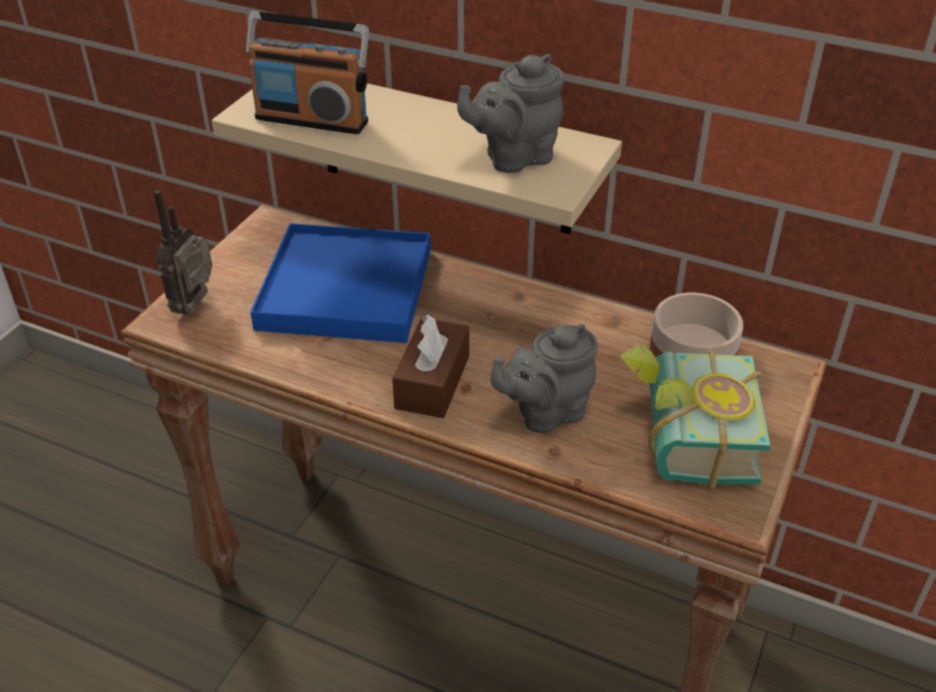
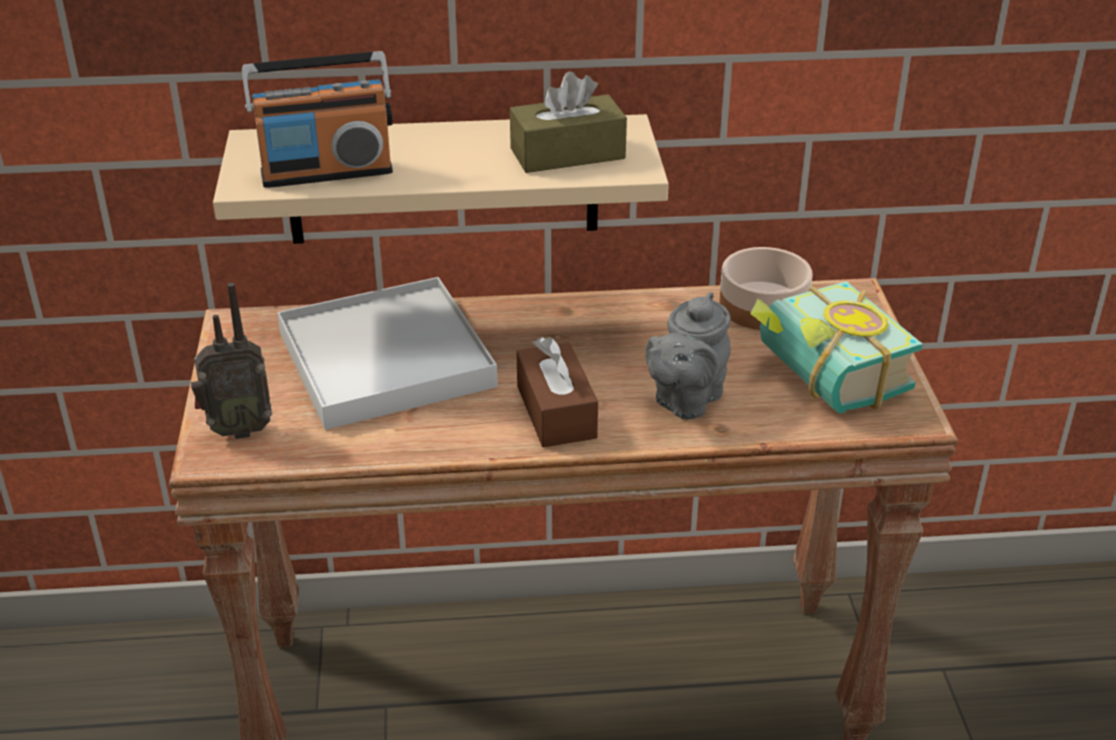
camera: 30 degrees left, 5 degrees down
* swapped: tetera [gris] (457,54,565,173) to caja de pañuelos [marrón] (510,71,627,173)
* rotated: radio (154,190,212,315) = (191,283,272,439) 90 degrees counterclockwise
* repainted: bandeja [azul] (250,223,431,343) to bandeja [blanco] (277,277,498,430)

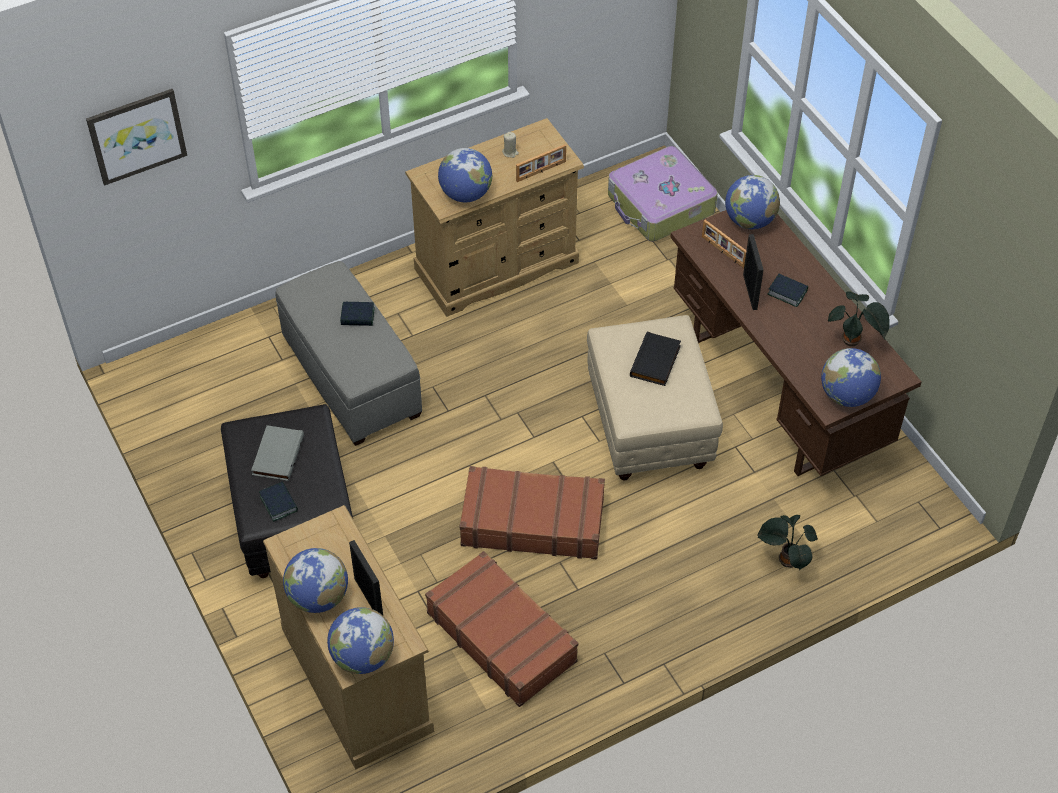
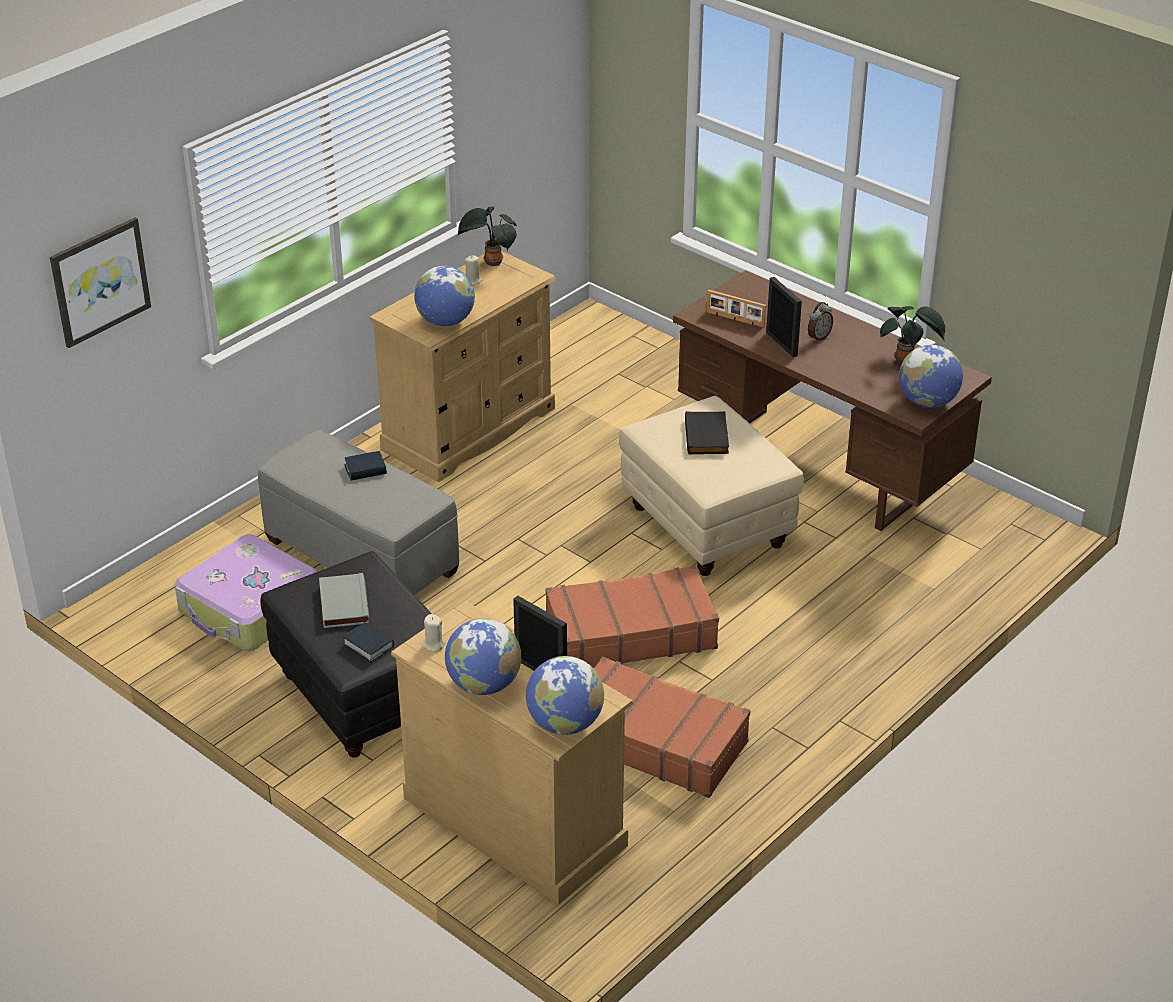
camera: 20 degrees left, 15 degrees down
* gone: portarretratos (516,144,566,182)
* shifted: maleta (608,146,718,241) to (175,534,318,651)
* gone: globo terráqueo (725,175,780,229)
* swapped: libro (768,274,808,307) to despertador (808,302,833,342)
* shifted: planta en maceta (758,515,818,571) to (458,206,517,266)
* new: vela [beis] (422,614,445,652)

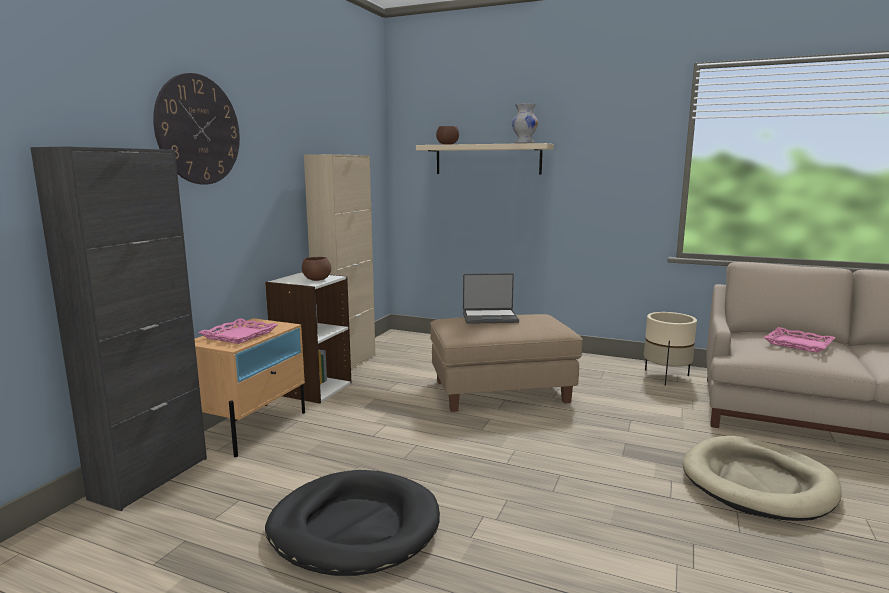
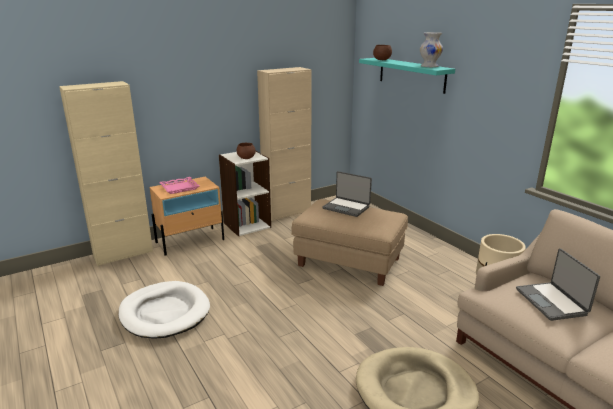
camera: 35 degrees right, 10 degrees up
* gone: reloj de pared (153,73,240,185)
* repainted: estante [beis] (416,143,554,175) to estante [turquesa] (359,58,455,94)
* repainted: armario [negro] (30,146,207,511) to armario [beis] (59,81,153,266)
* swapped: bandeja [rosa] (764,327,835,353) to portátil (516,248,600,321)
* repainted: cama para perro [negro] (265,470,440,576) to cama para perro [blanco] (119,281,210,339)

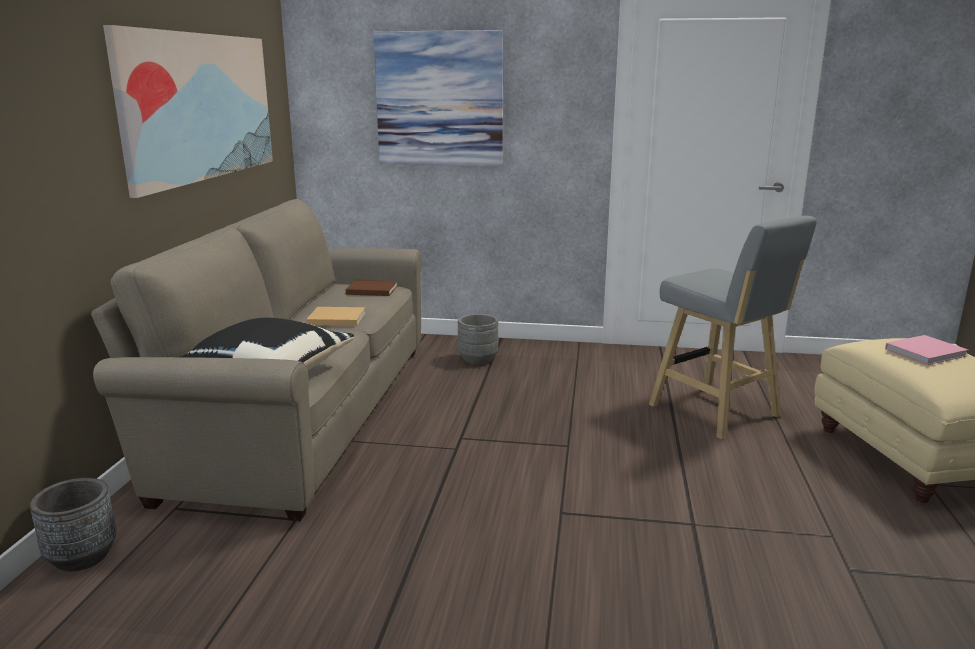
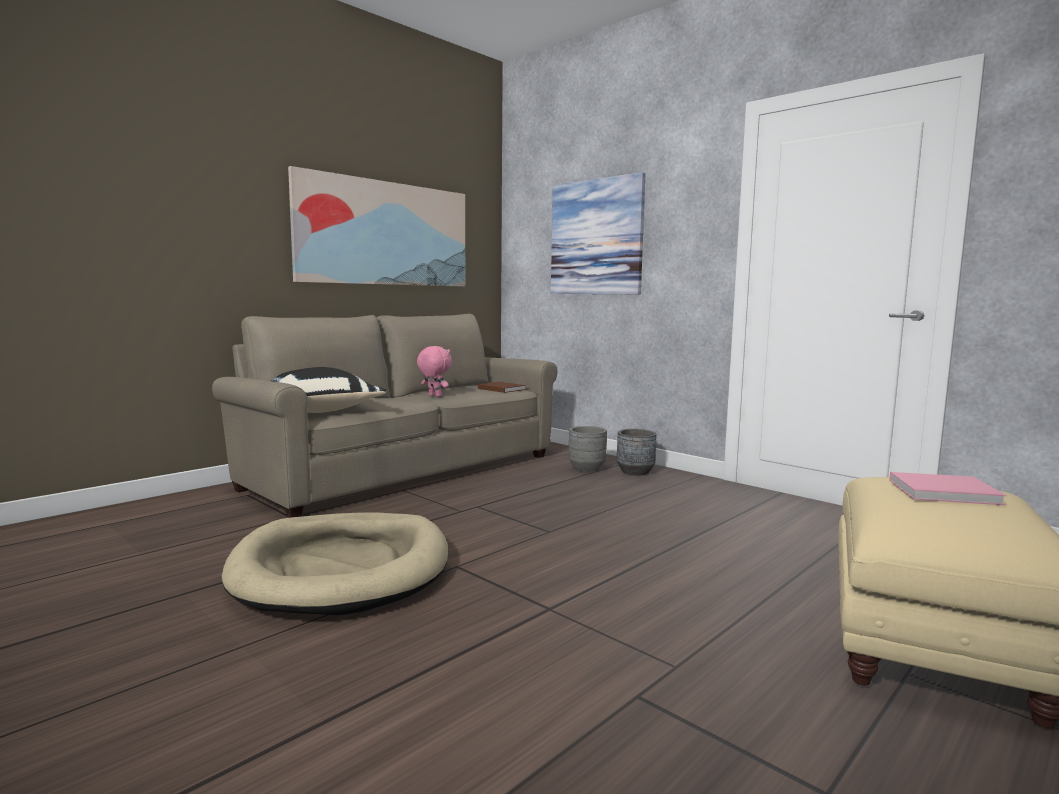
camera: 35 degrees right, 10 degrees down
* gone: taburete [gris] (649,216,817,439)
* swapped: libro [beis] (306,307,366,326) to peluche [rosa] (417,346,452,397)
* shifted: maceta [gris] (30,478,116,571) to (617,429,657,475)
* new: cama para perro [beis] (222,513,448,615)

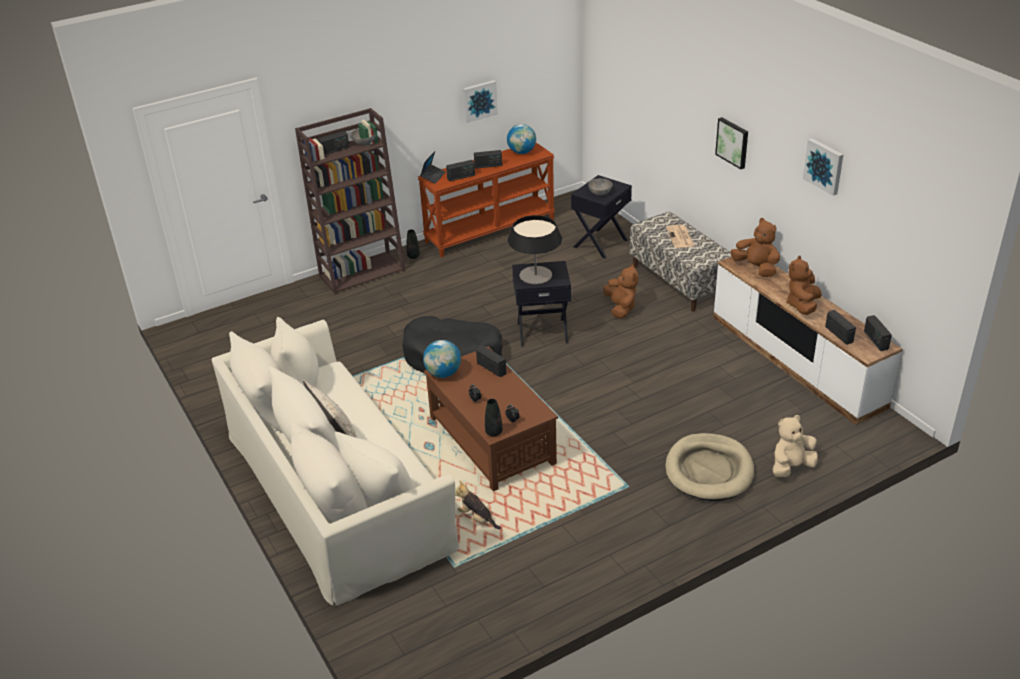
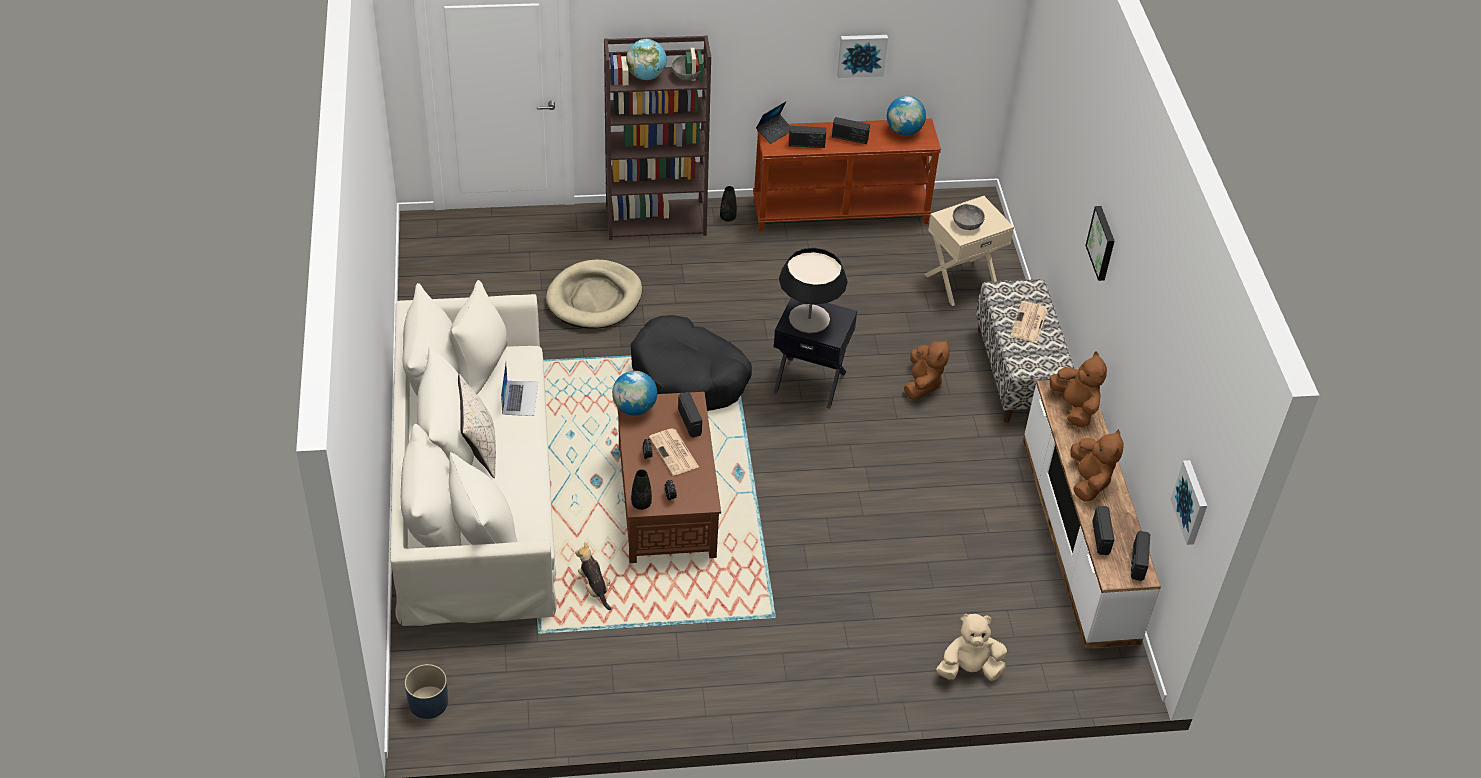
camera: 20 degrees right, 10 degrees up
* swapped: radio (318,131,349,155) to globo terráqueo (626,39,667,80)
* shifted: cuadro (803,138,843,196) to (1170,460,1207,545)
* repainted: mesa auxiliar [negro] (571,175,632,259) to mesa auxiliar [beis] (925,196,1014,306)
* rotated: peluche [marrón] (786,256,822,315) = (1071,429,1124,502) 135 degrees clockwise
* shifted: cama para perro [beis] (665,433,754,501) to (546,259,642,328)
* new: portátil (501,362,538,416)
* new: periódico (649,429,699,476)
* new: maceta [azul] (405,664,448,719)

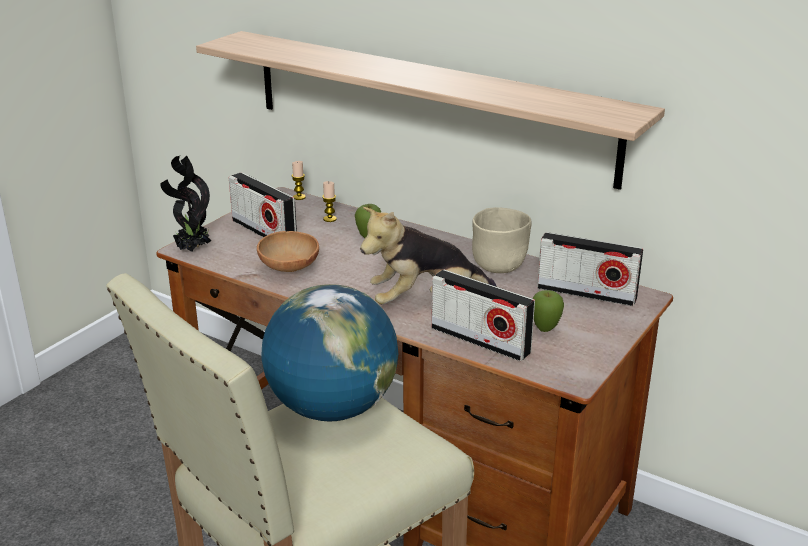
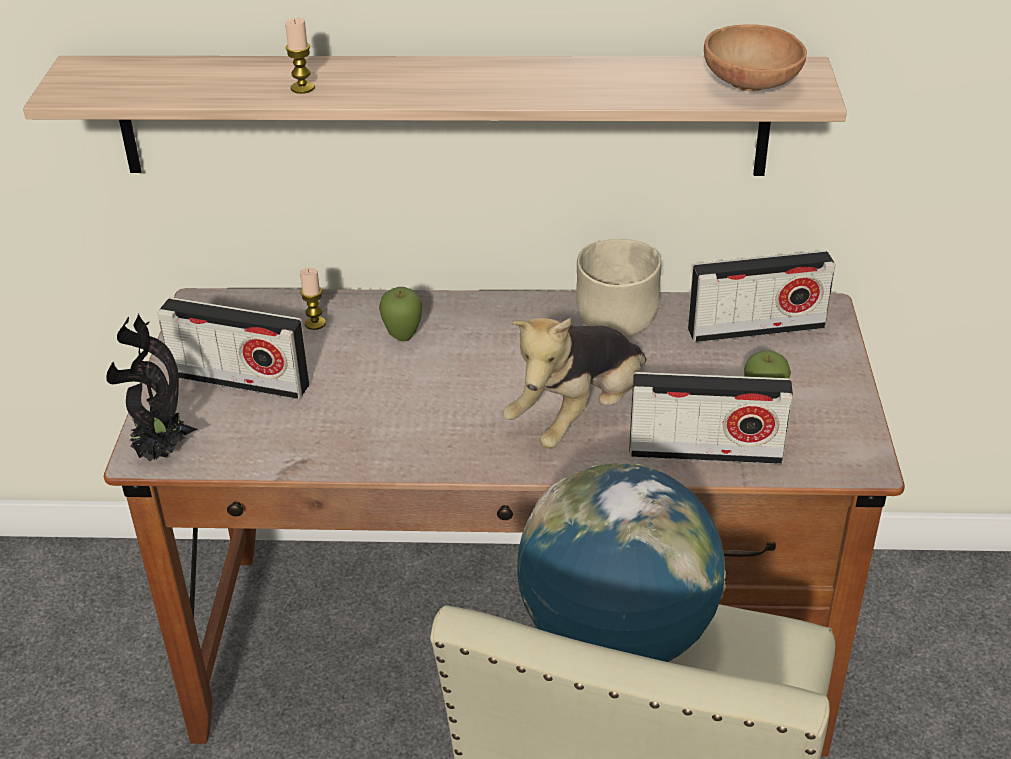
camera: 30 degrees left, 10 degrees up
* shifted: vela (292,161,306,200) to (285,18,315,94)
* shifted: cuenco [marrón] (257,231,319,272) to (704,24,807,91)

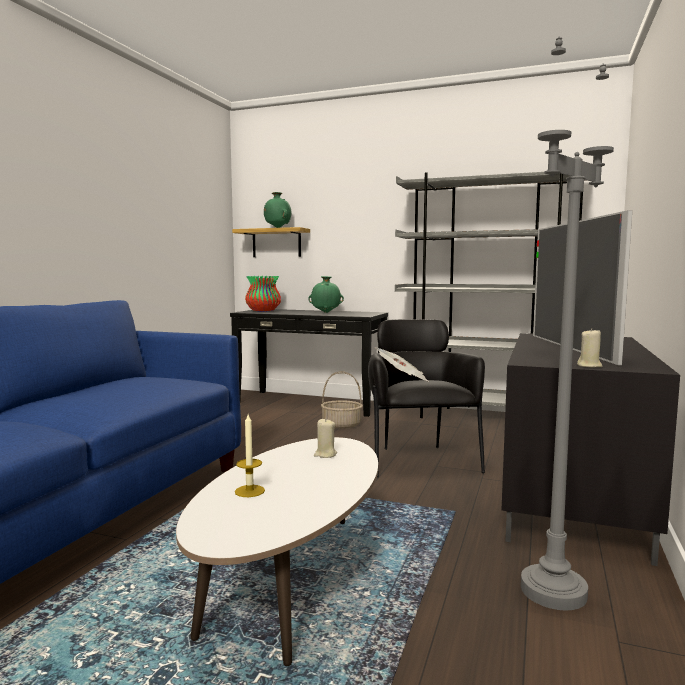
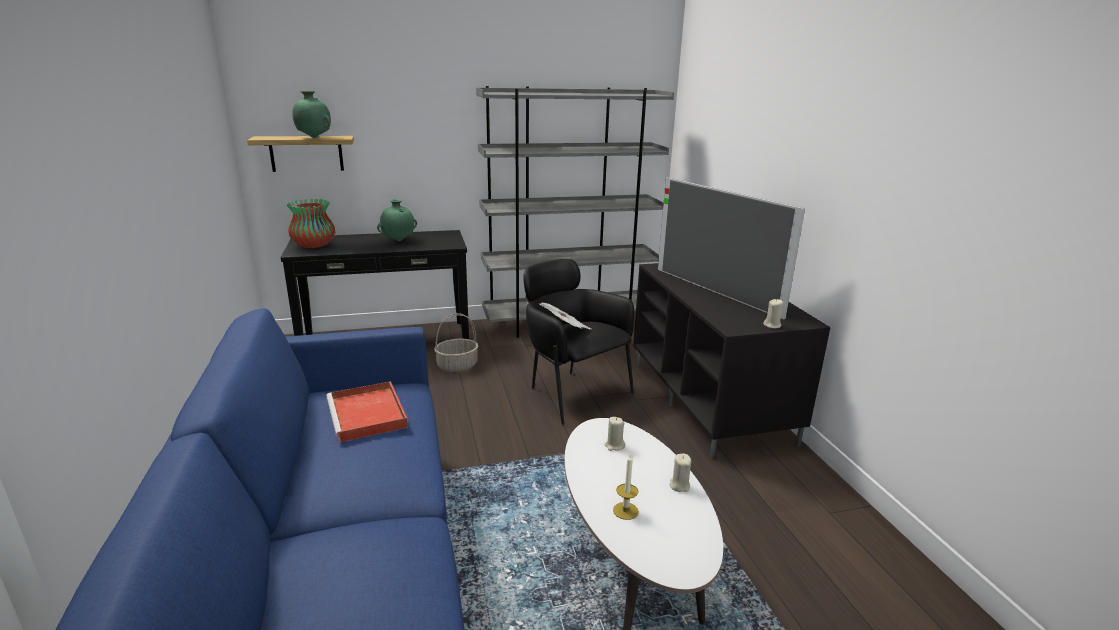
camera: 35 degrees left, 15 degrees up
* gone: lámpara de pie [gris] (521,36,614,611)
* new: bandeja [rojo] (326,381,408,442)
* new: vela [beis] (669,453,691,492)

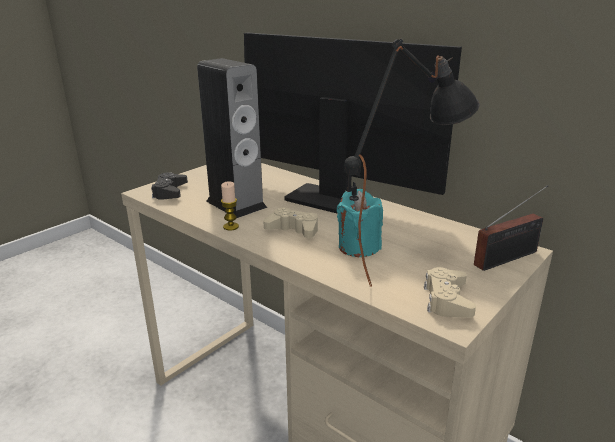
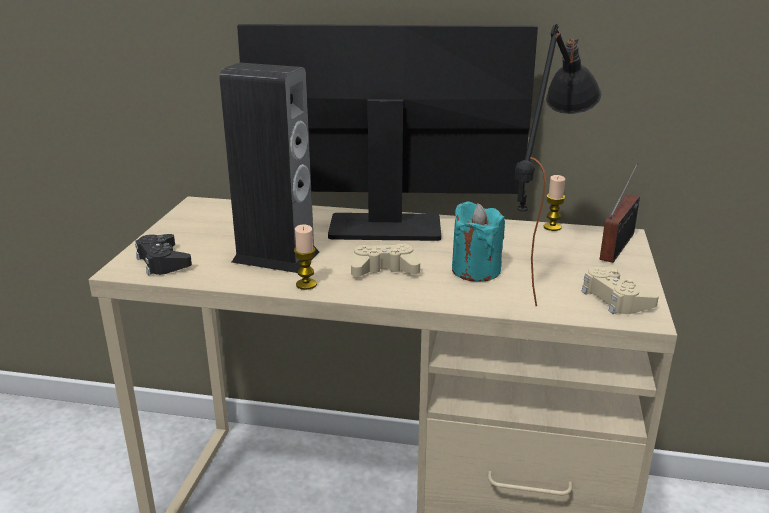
camera: 30 degrees left, 0 degrees up
* new: vela (544,175,565,231)

